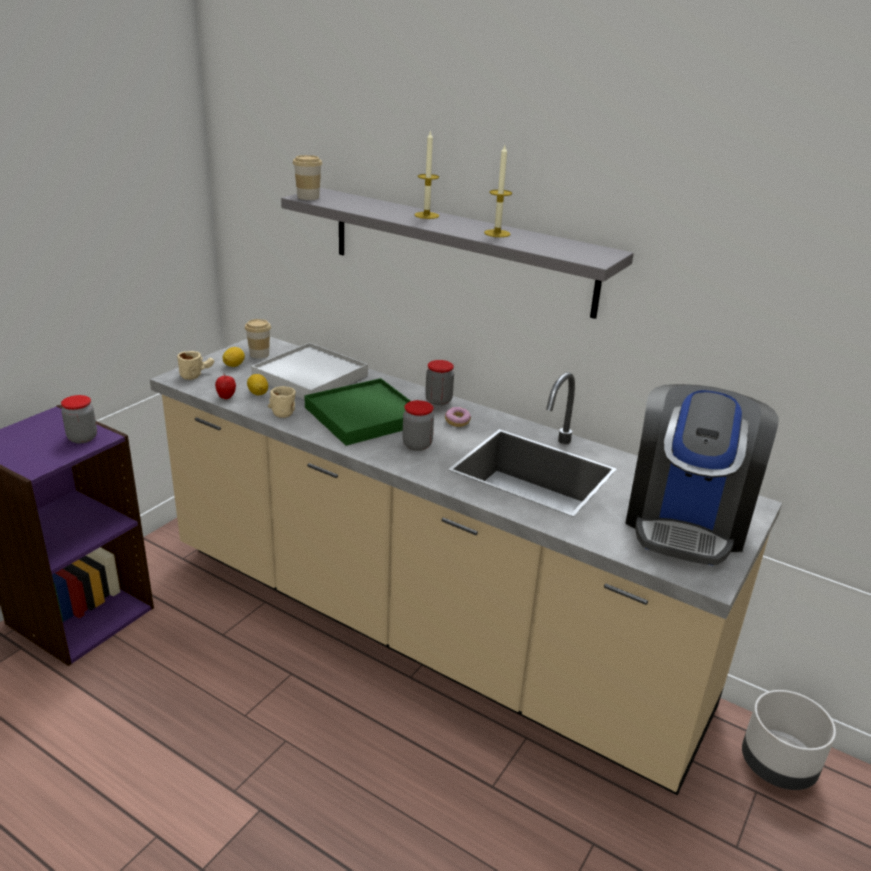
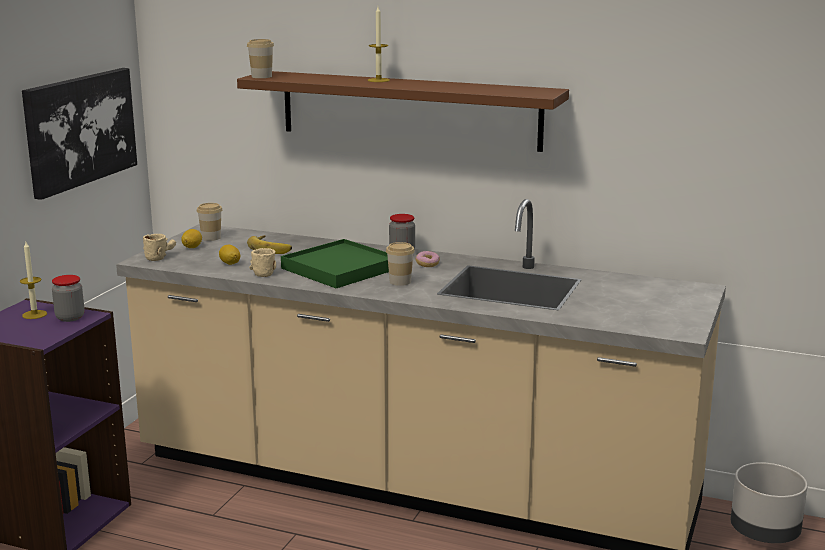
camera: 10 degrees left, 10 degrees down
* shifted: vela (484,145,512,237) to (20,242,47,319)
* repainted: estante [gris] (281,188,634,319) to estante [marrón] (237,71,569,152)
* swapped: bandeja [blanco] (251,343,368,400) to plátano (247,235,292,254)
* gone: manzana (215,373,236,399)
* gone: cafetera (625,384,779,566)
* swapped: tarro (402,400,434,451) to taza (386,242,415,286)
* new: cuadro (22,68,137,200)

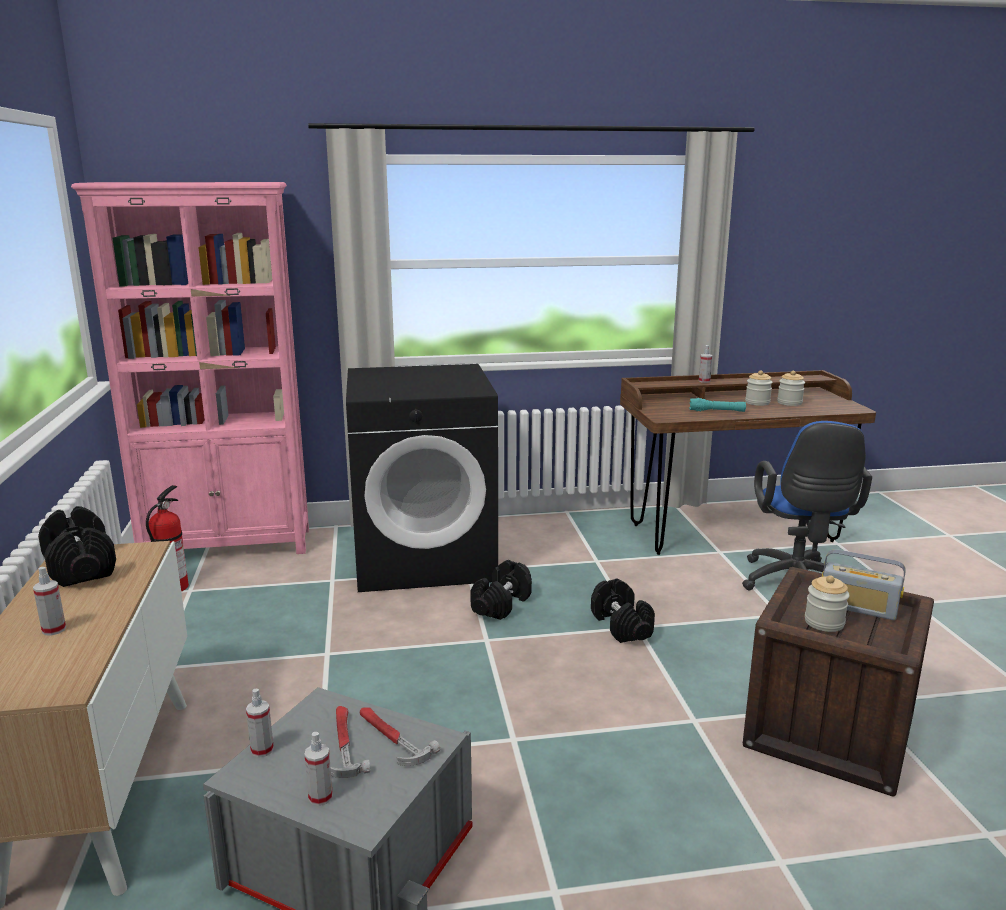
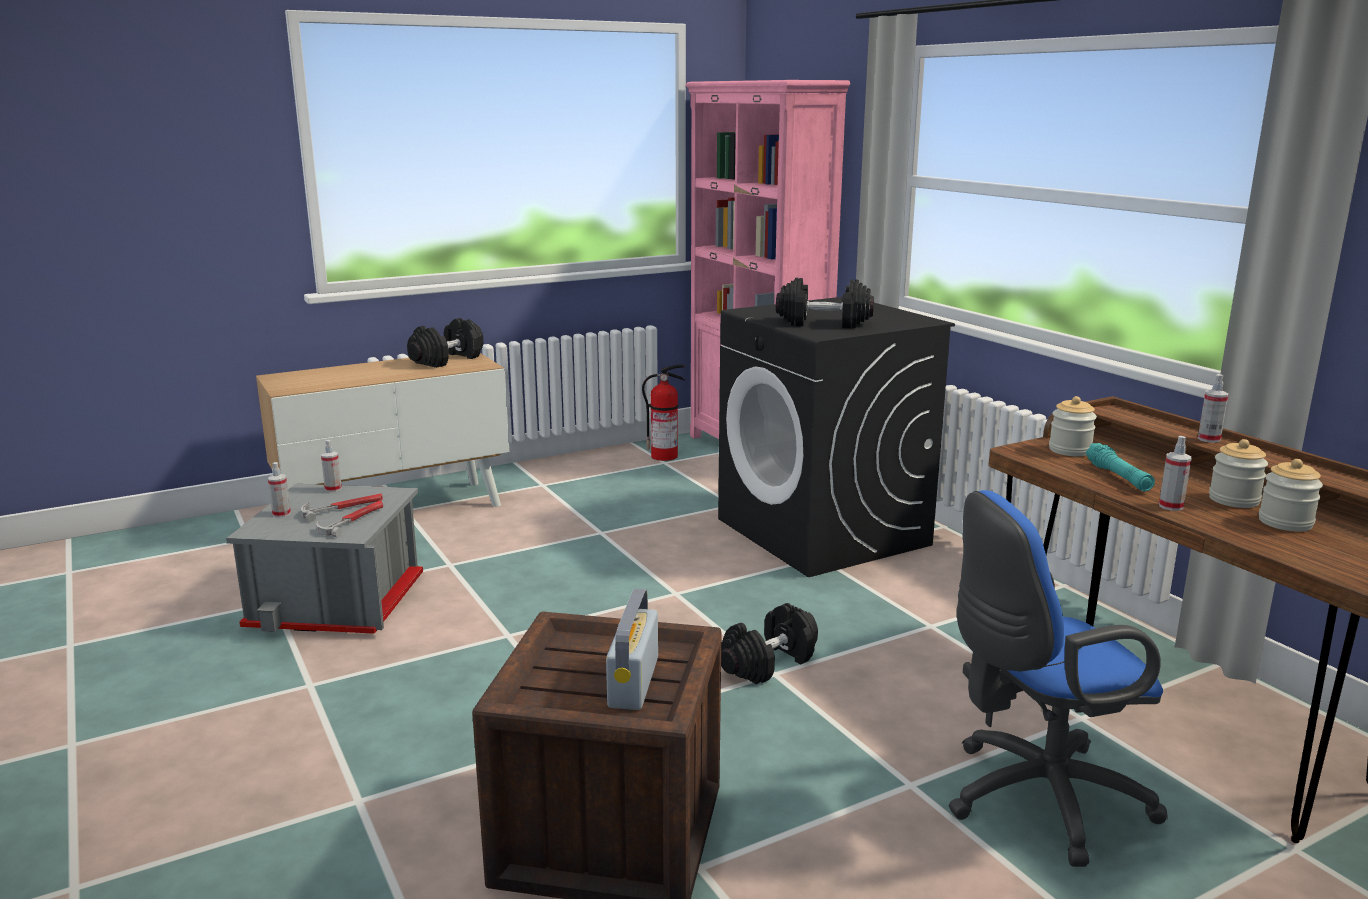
camera: 70 degrees right, 0 degrees up
* shifted: mancuerna [negro] (470,560,532,620) to (776,278,874,328)
* shifted: pulverizador (33,567,66,636) to (1159,436,1192,511)
* shifted: tarro (805,575,850,632) to (1049,396,1097,456)

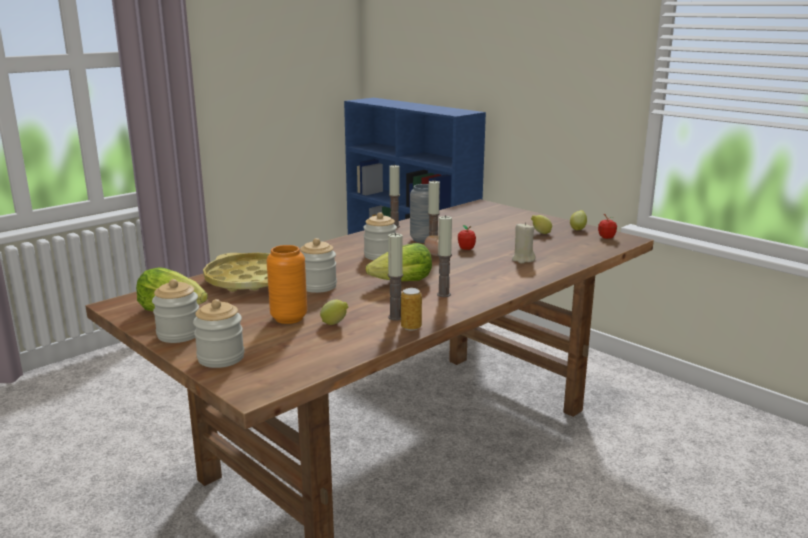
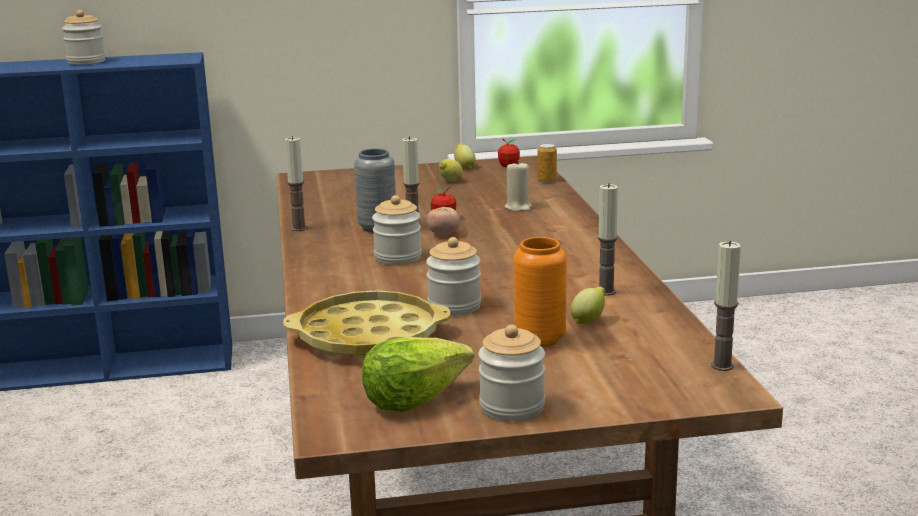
camera: 55 degrees left, 0 degrees up
* shifted: vela (437,215,452,297) to (711,241,741,371)
* gone: lechuga (366,243,432,281)
* shifted: lata (401,288,422,331) to (538,144,557,183)
* shifted: tarro (193,299,244,368) to (62,10,106,65)

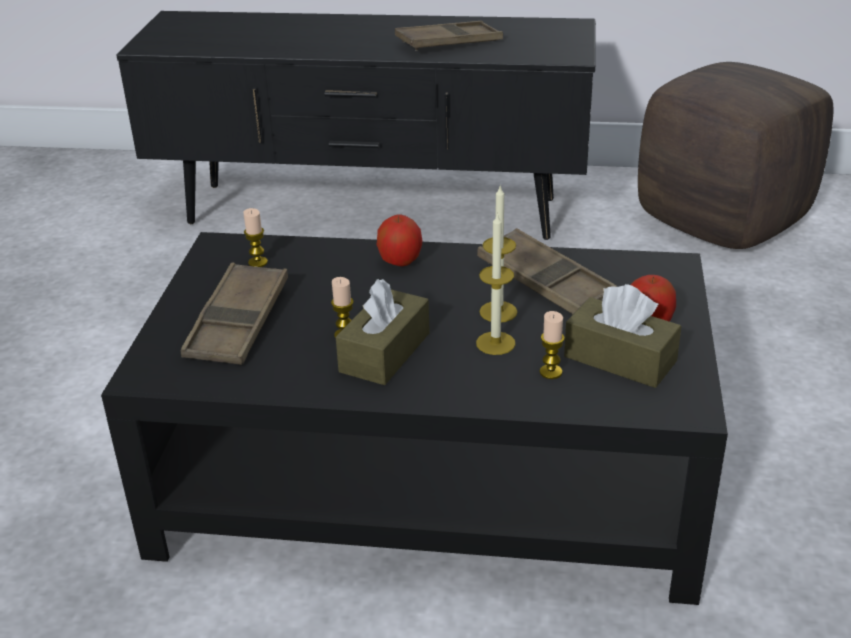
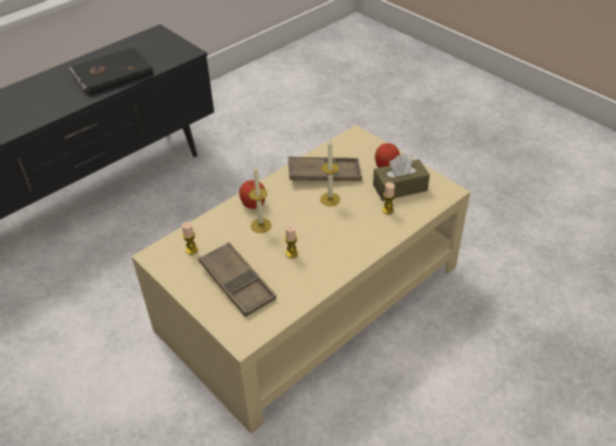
camera: 50 degrees left, 10 degrees up
* swapped: bandeja [marrón] (395,21,503,51) to libro [negro] (69,47,153,95)
* gone: puf [marrón] (638,62,833,249)
* shifted: vela (476,212,516,355) to (249,165,271,233)
* repainted: mesa de centro [negro] (101,232,728,605) to mesa de centro [beis] (132,125,470,434)
* gone: caja de pañuelos [marrón] (336,279,430,385)

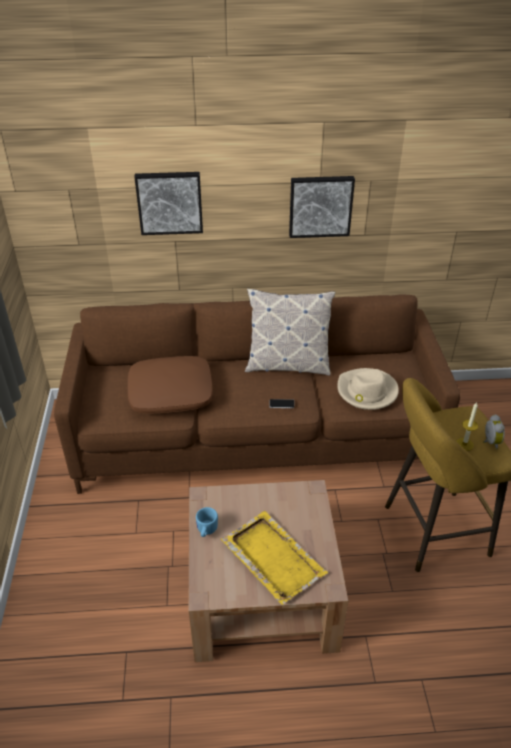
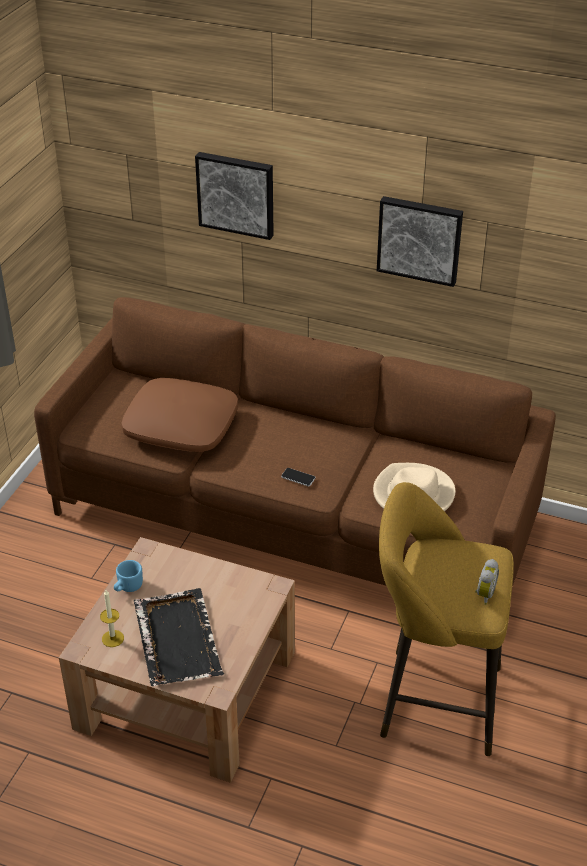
camera: 25 degrees right, 0 degrees up
* gone: cojín (245,288,335,376)
* shifted: vela (456,402,478,451) to (100,590,124,647)
* repainted: bandeja [amarillo] (221,511,328,605) to bandeja [negro] (134,588,224,686)

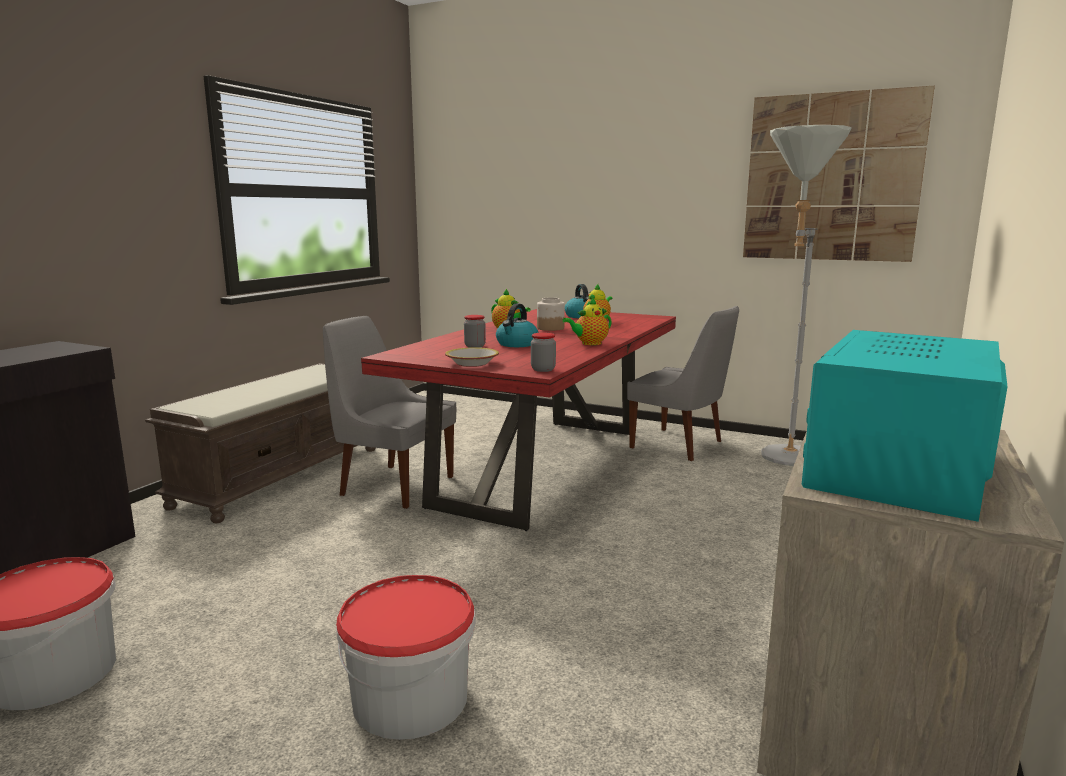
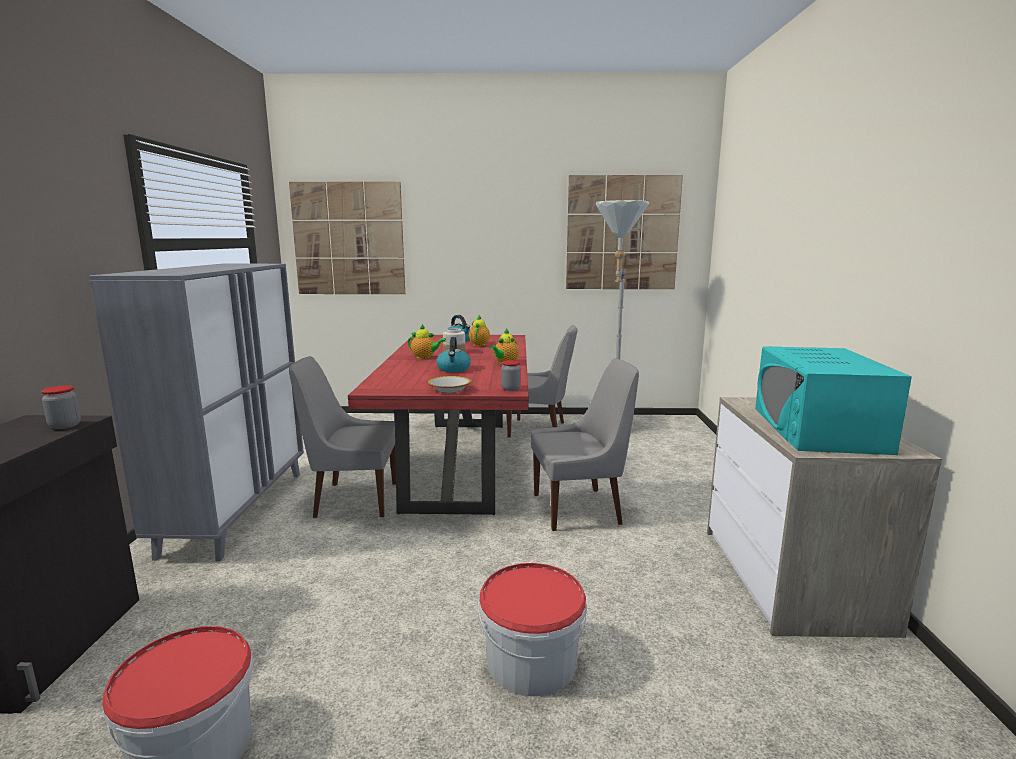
camera: 25 degrees left, 0 degrees up
* shifted: tarro (464,315,486,348) to (41,385,81,429)
* swapped: banco [marrón] (145,363,376,523) to armario [gris] (89,264,304,561)
* new: cuadro (289,182,405,294)
* new: silla [gris] (531,358,639,531)

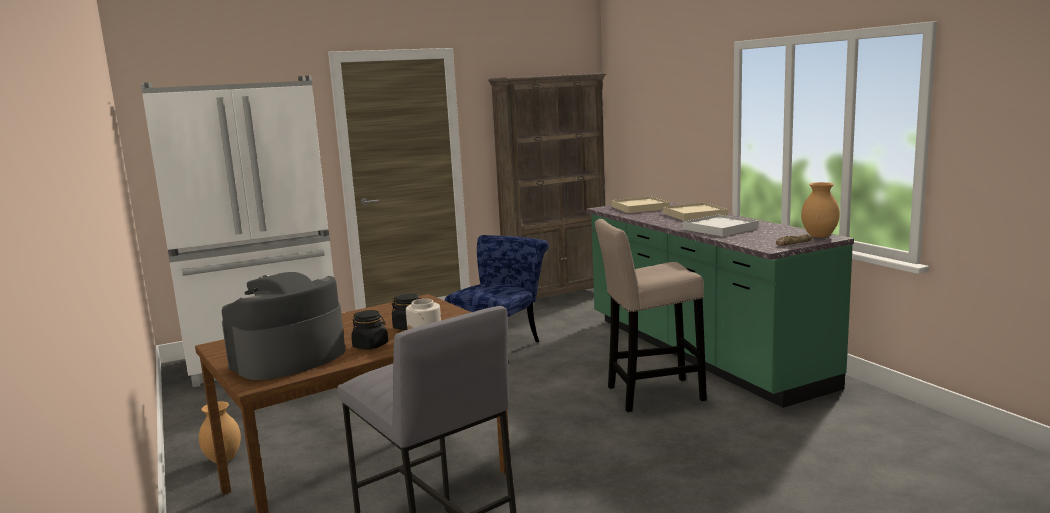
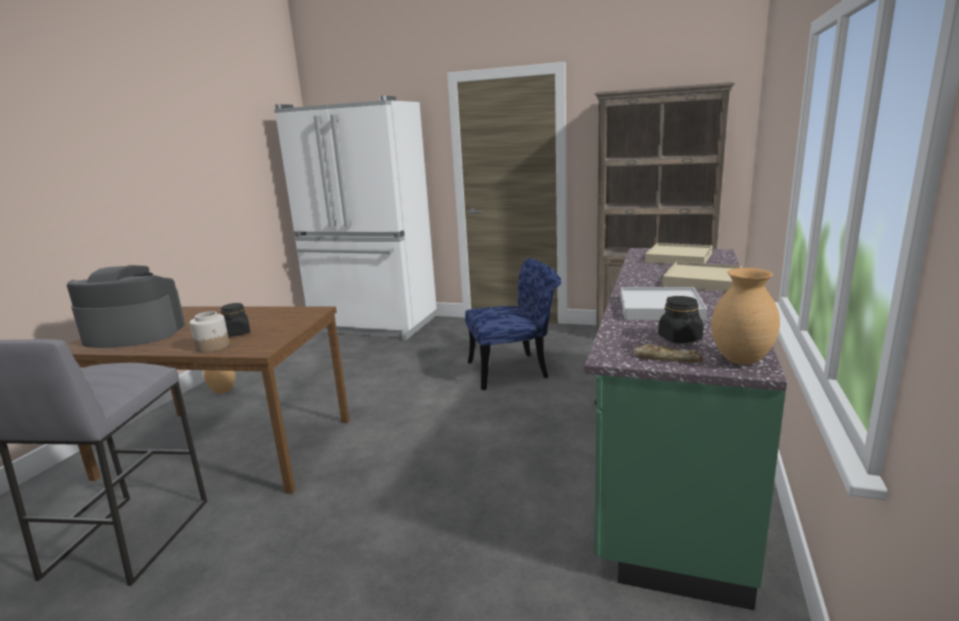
camera: 45 degrees right, 5 degrees up
* gone: taburete [beis] (595,219,707,412)
* shifted: tarro [negro] (351,310,388,350) to (658,296,704,343)

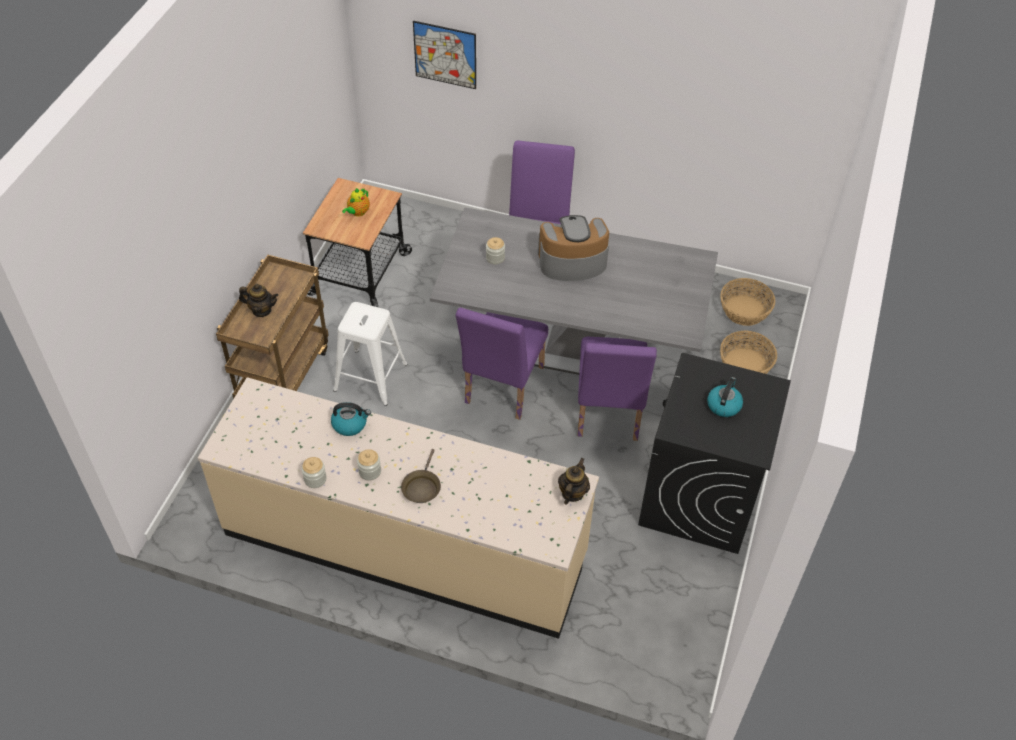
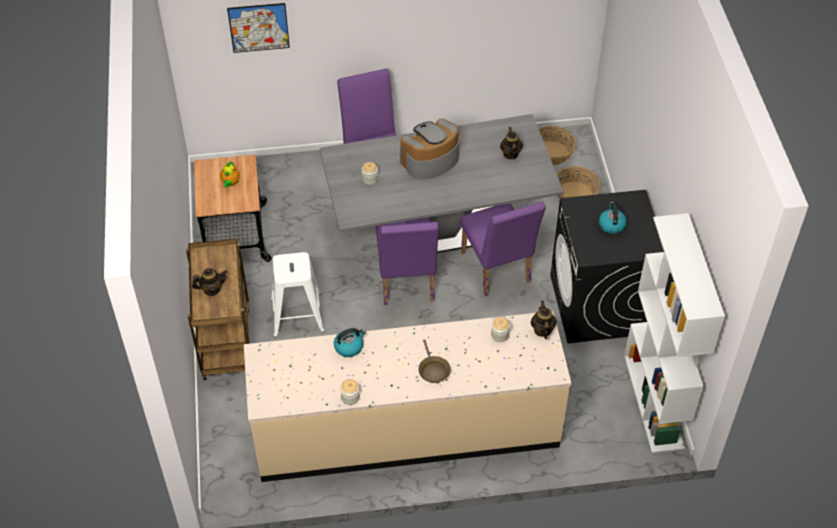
camera: 25 degrees left, 0 degrees up
* shifted: tarro (357,449,381,480) to (491,317,510,342)
* new: tetera (500,127,523,159)
* new: estantería [blanco] (624,213,725,453)

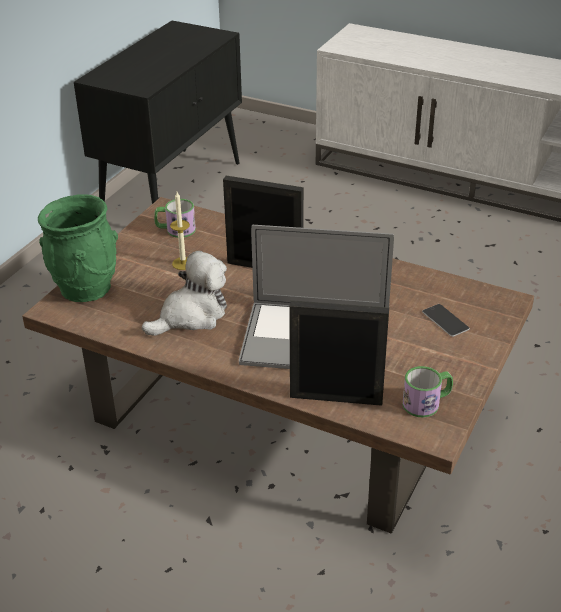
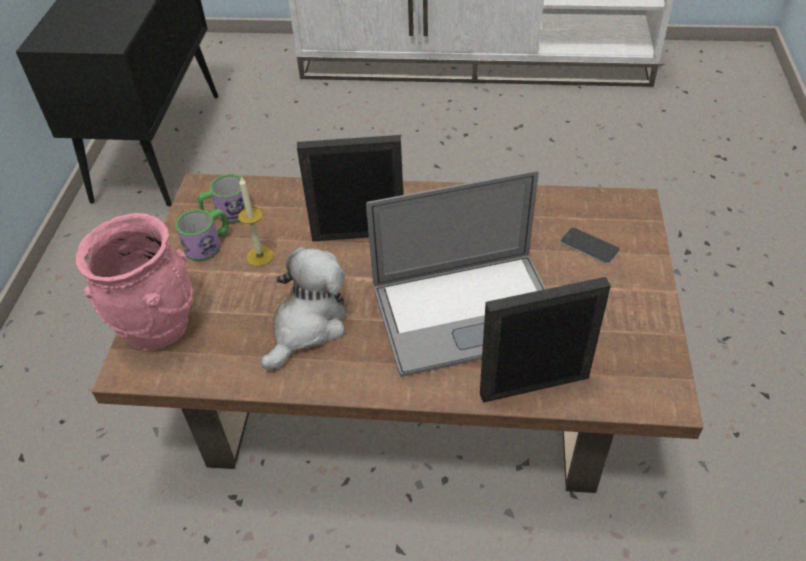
camera: 20 degrees left, 10 degrees up
* repainted: florero [verde] (38,194,118,302) to florero [rosa] (76,213,193,350)
* shifted: taza grande (403,366,453,418) to (175,209,229,261)

